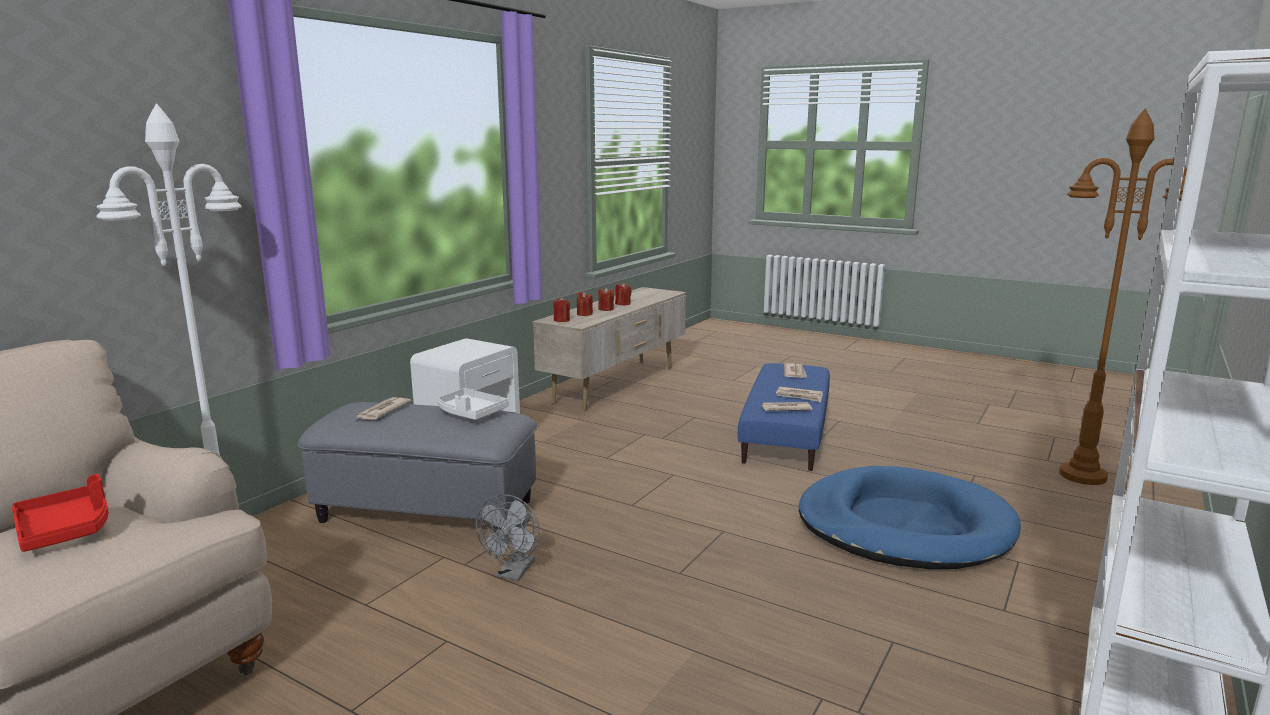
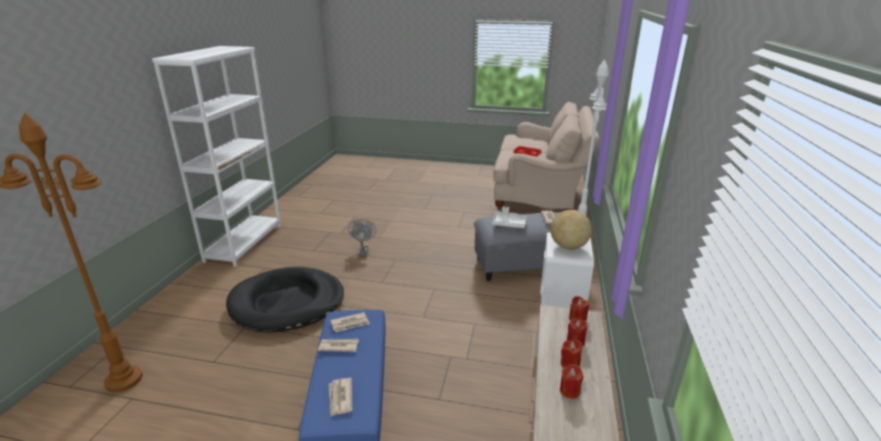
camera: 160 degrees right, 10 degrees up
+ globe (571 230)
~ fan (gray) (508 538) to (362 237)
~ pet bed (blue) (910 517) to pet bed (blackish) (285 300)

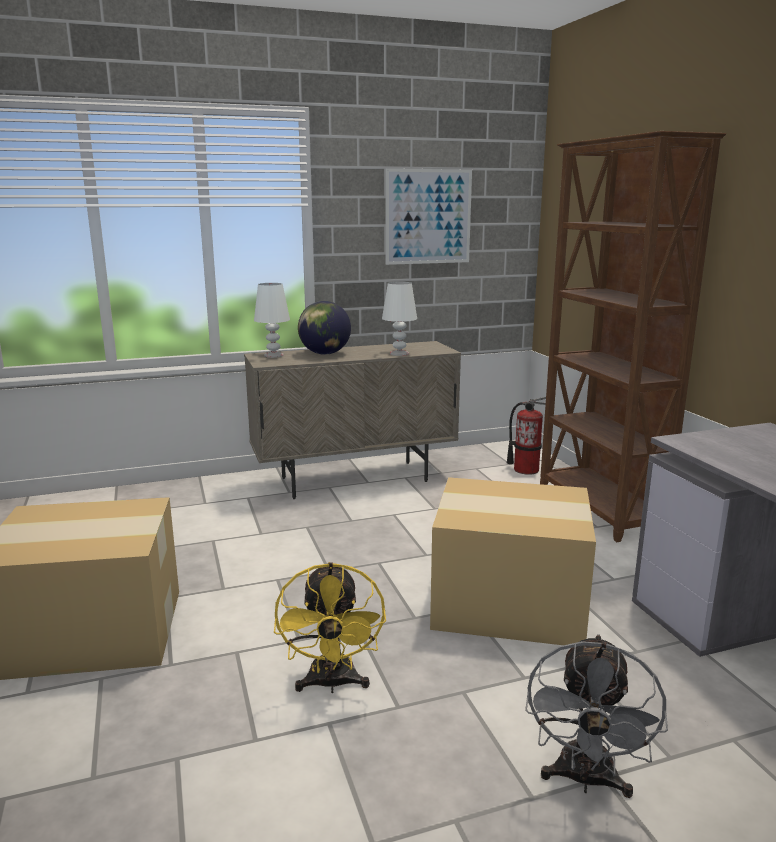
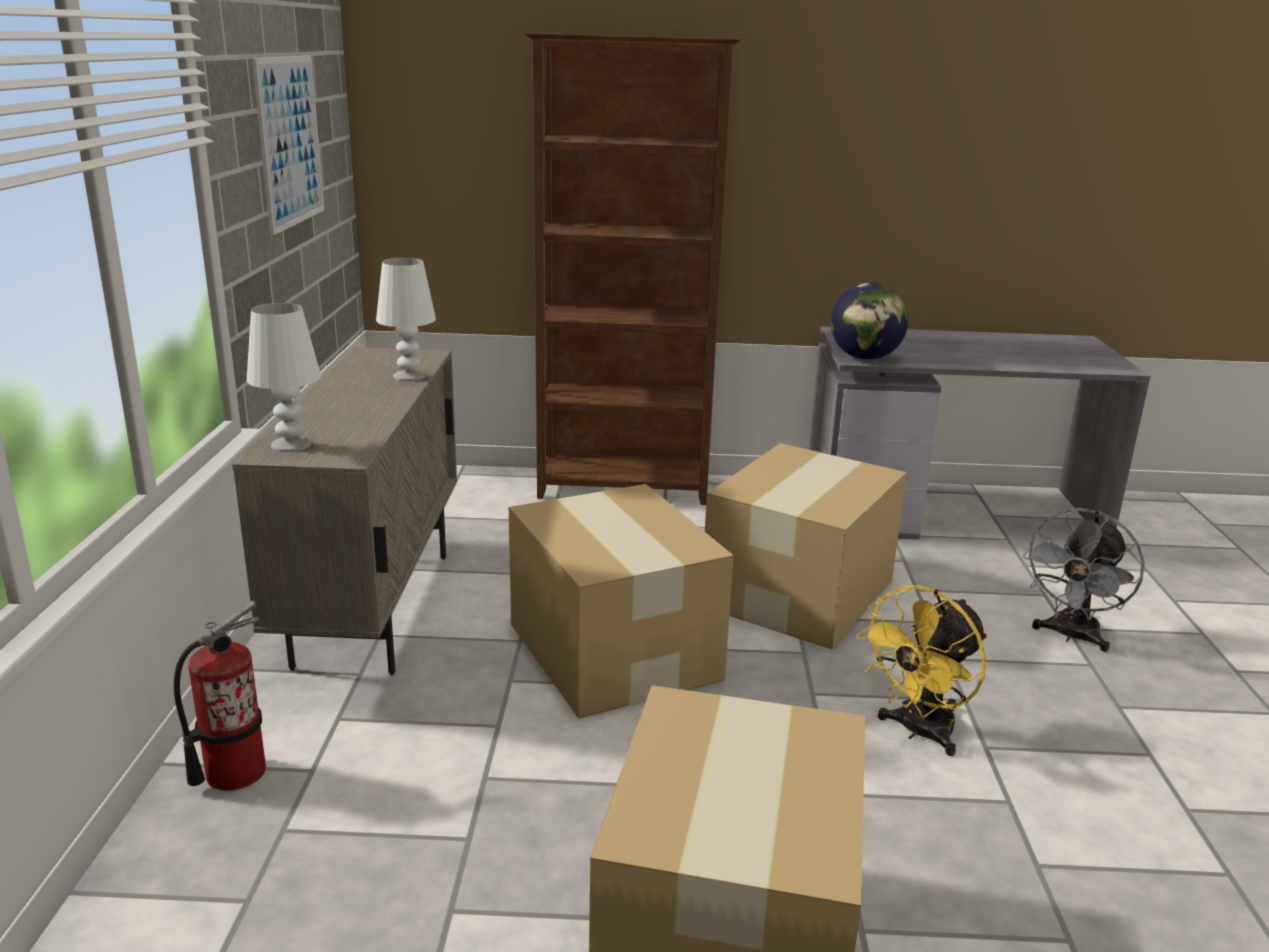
camera: 70 degrees left, 5 degrees up
+ carton (621 601)
~ globe (324 328) to (869 321)
~ fire extinguisher (526 436) to (220 696)
~ fan (yellowish) (330 627) = (921 670) 120 degrees clockwise
~ fan (gray) (596 716) = (1084 580) 90 degrees clockwise

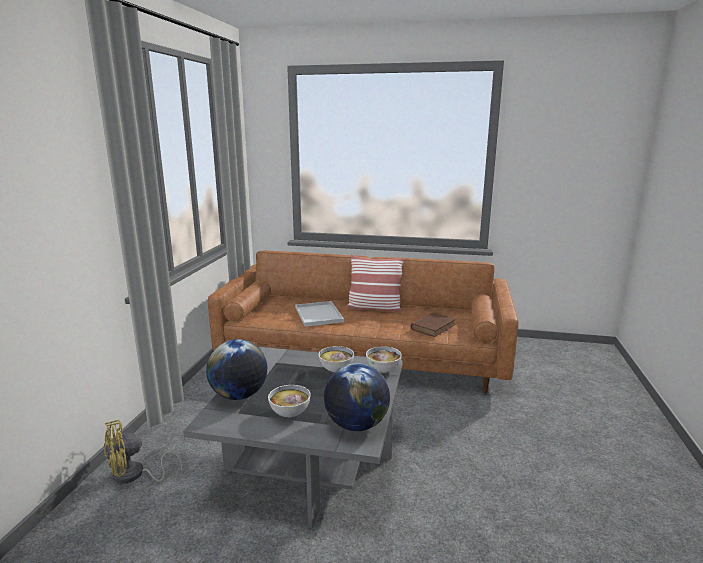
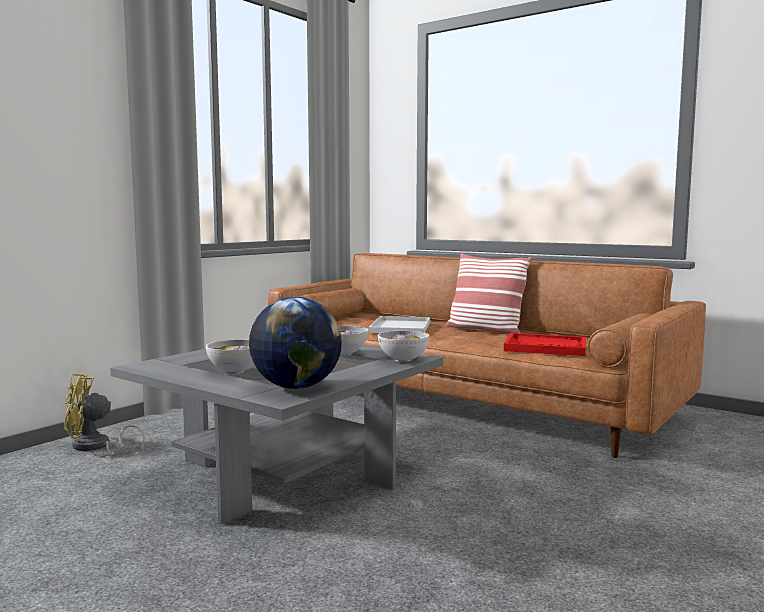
camera: 25 degrees right, 10 degrees down
- globe (236 369)
~ book (brown) (433 324) to serving tray (reddish) (545 344)

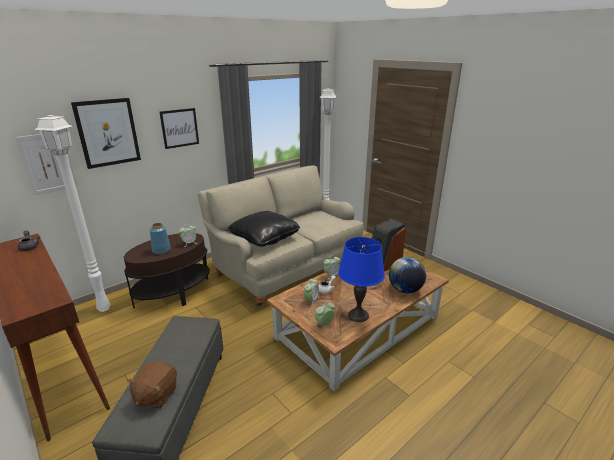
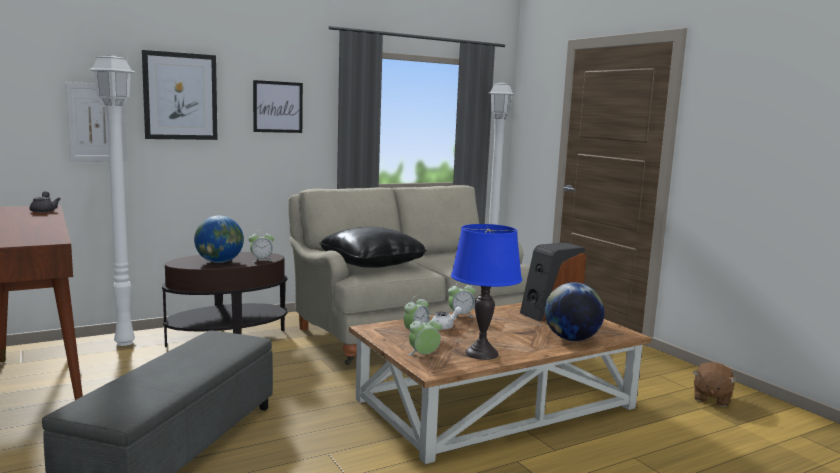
camera: 10 degrees right, 15 degrees down
~ soft toy (brown) (152 385) to (715 384)
~ vase (blue) (160 238) to globe (219 239)

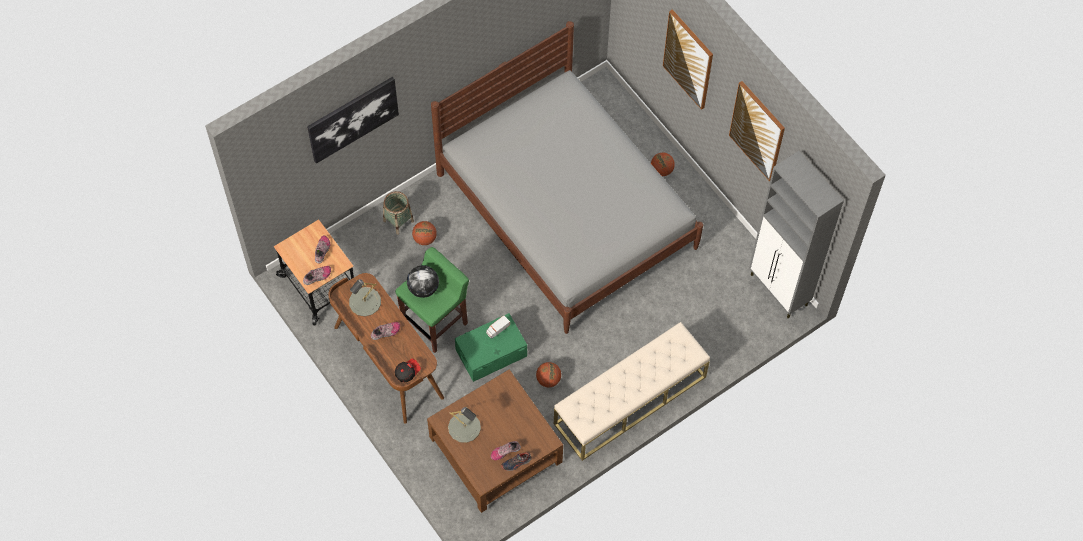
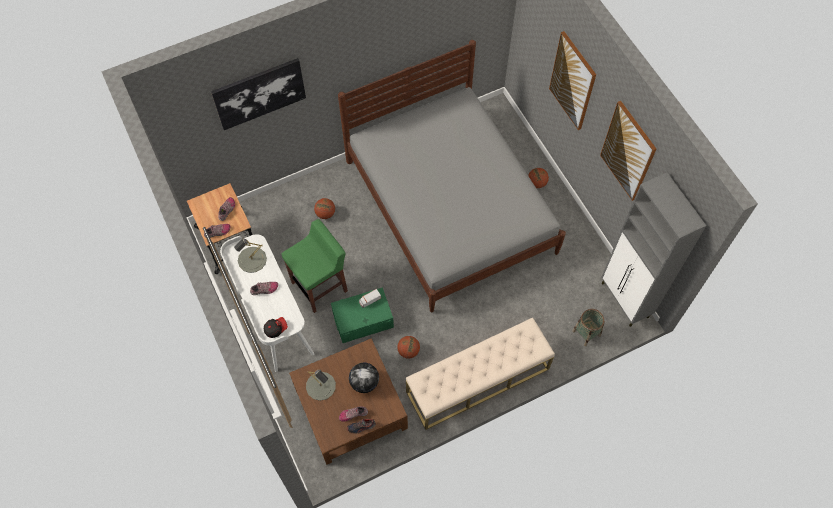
camera: 10 degrees right, 0 degrees up
~ storage basket (398 213) to (588 327)
~ globe (423 281) to (364 378)
~ desk unit (brown) (386 348) to desk unit (whitish) (267 303)

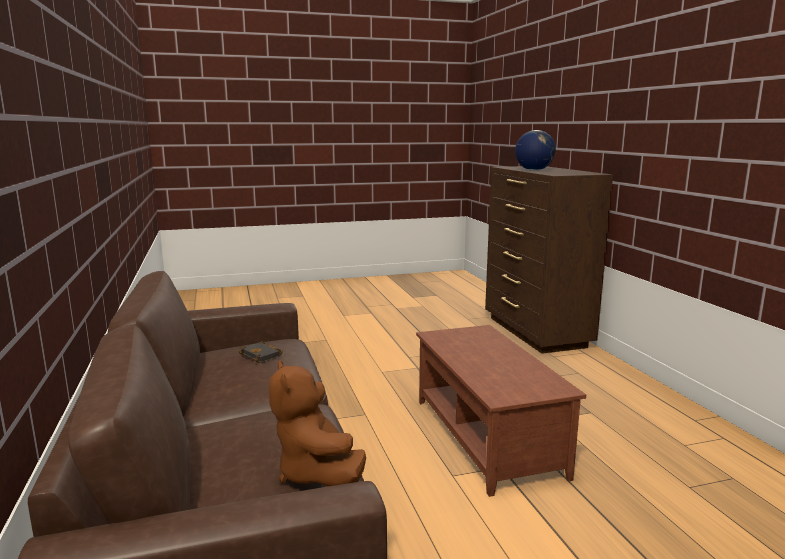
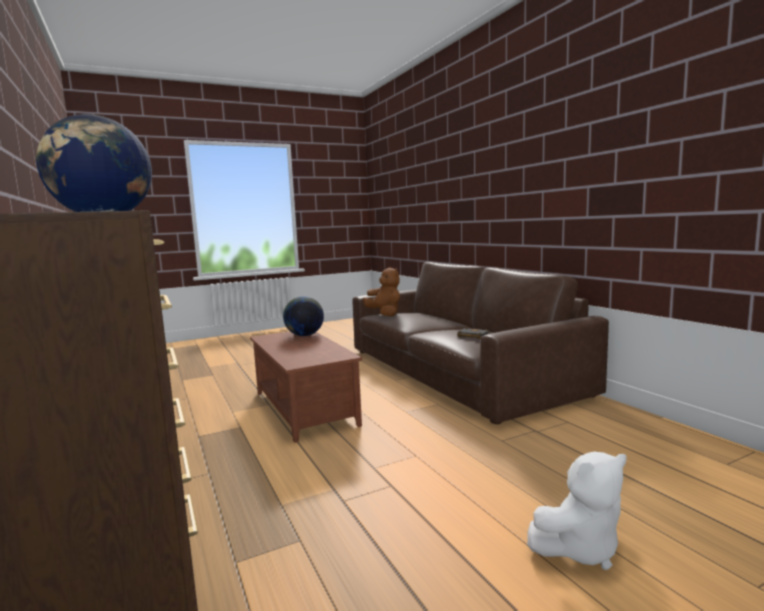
camera: 170 degrees right, 5 degrees down
+ globe (303 316)
+ soft toy (whitish) (576 511)

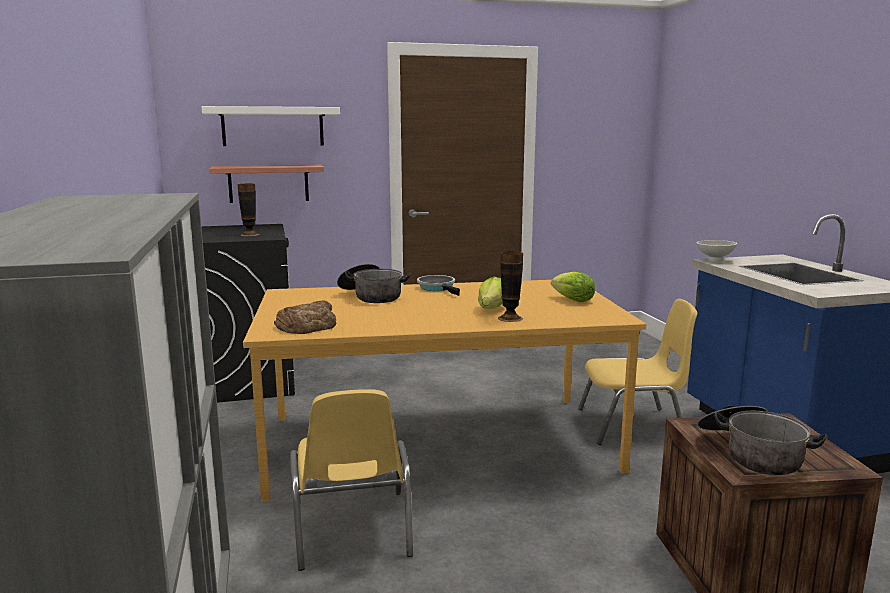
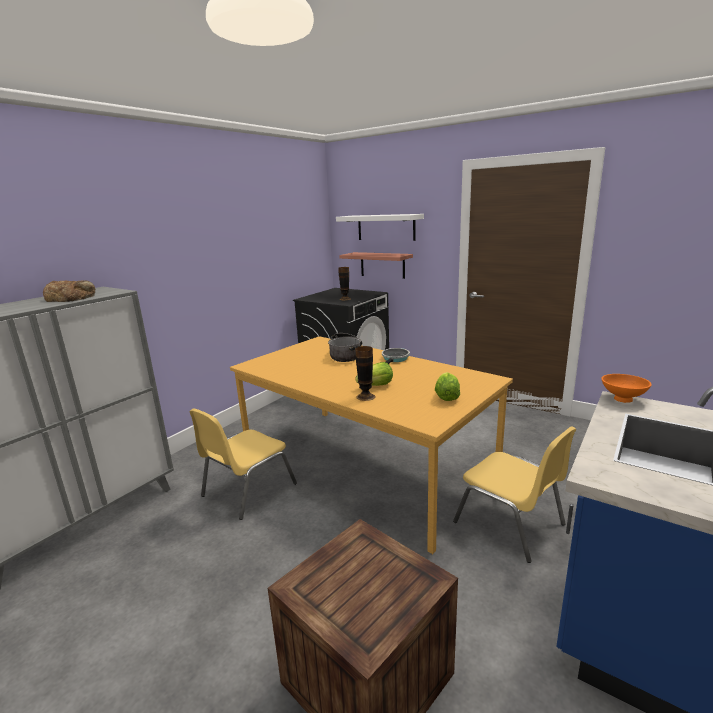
camera: 50 degrees right, 5 degrees up
- cooking pot (762 440)
~ bread (305 317) to (69 291)
~ bowl (whitish) (716 251) to bowl (orange) (626 388)

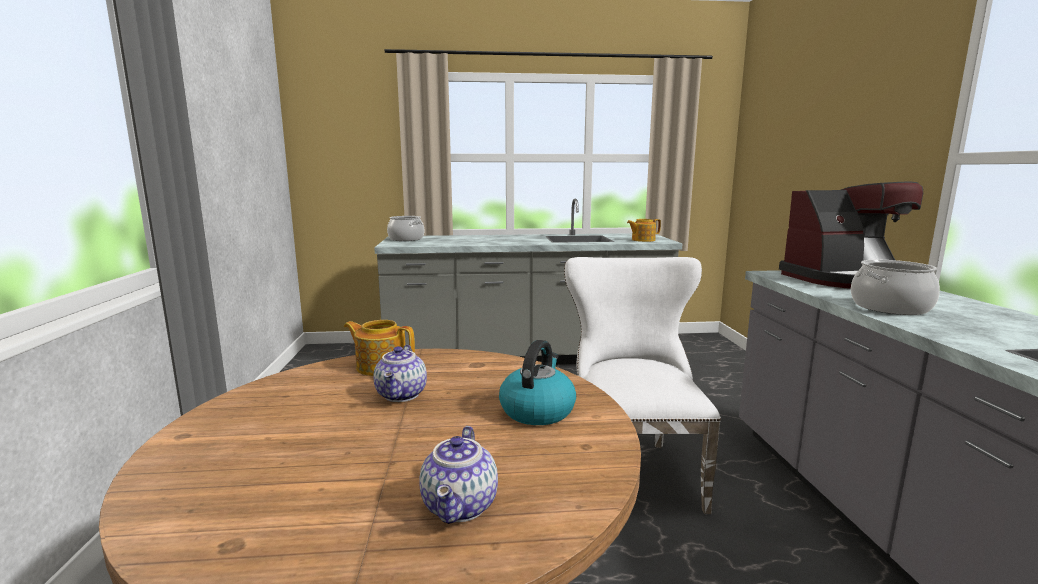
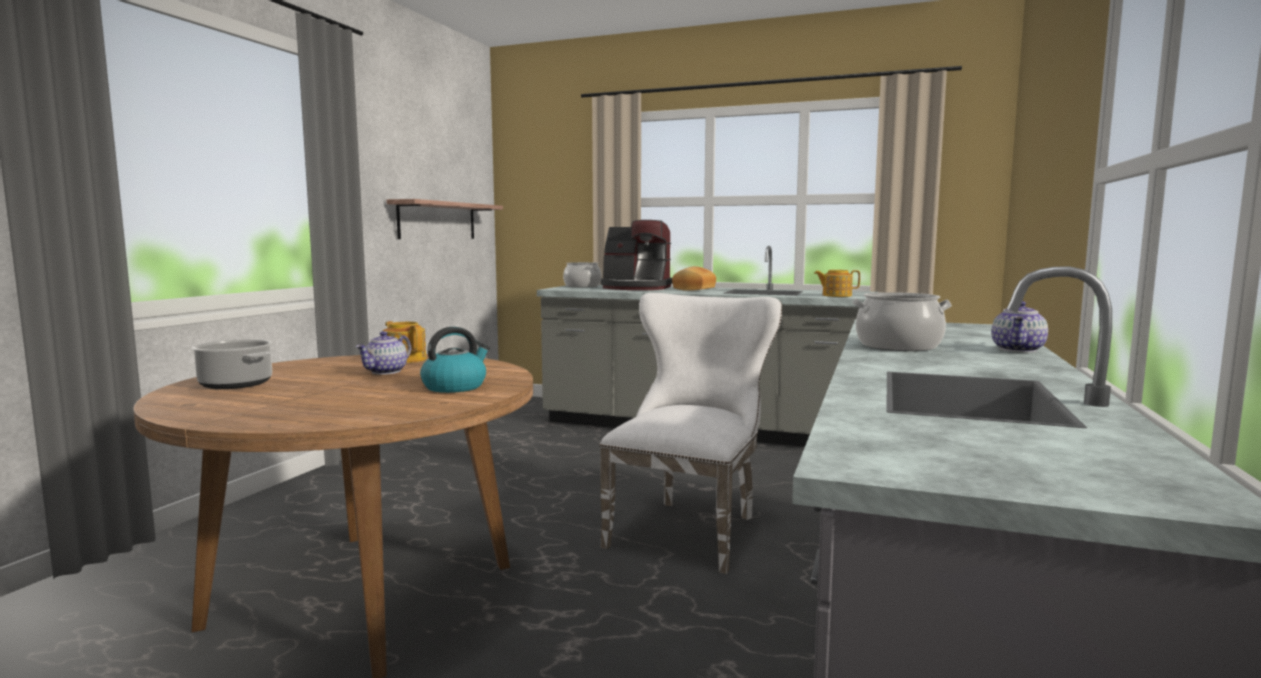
camera: 25 degrees right, 5 degrees down
+ cooking pot (232 364)
+ wall shelf (444 219)
+ bread (694 278)
~ teapot (458 475) to (1019 327)
~ coffee brewer (851 235) to (636 255)

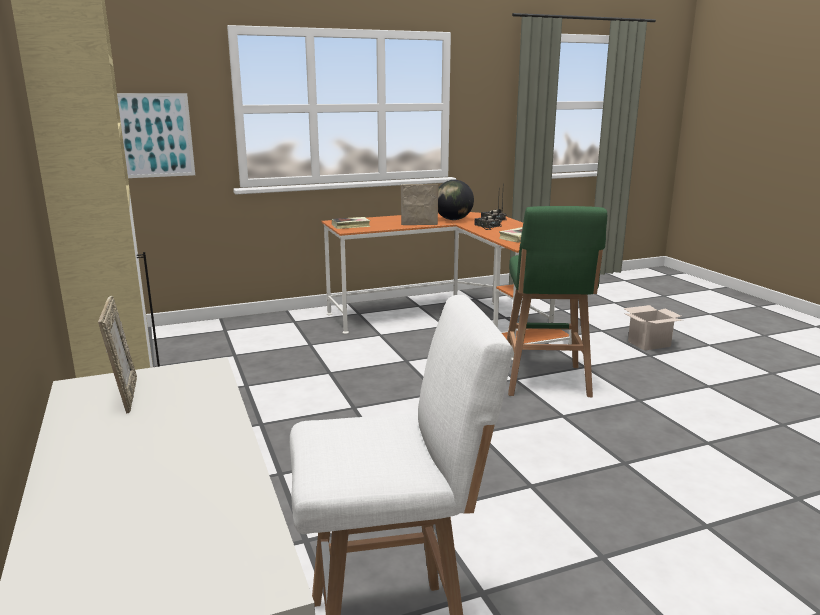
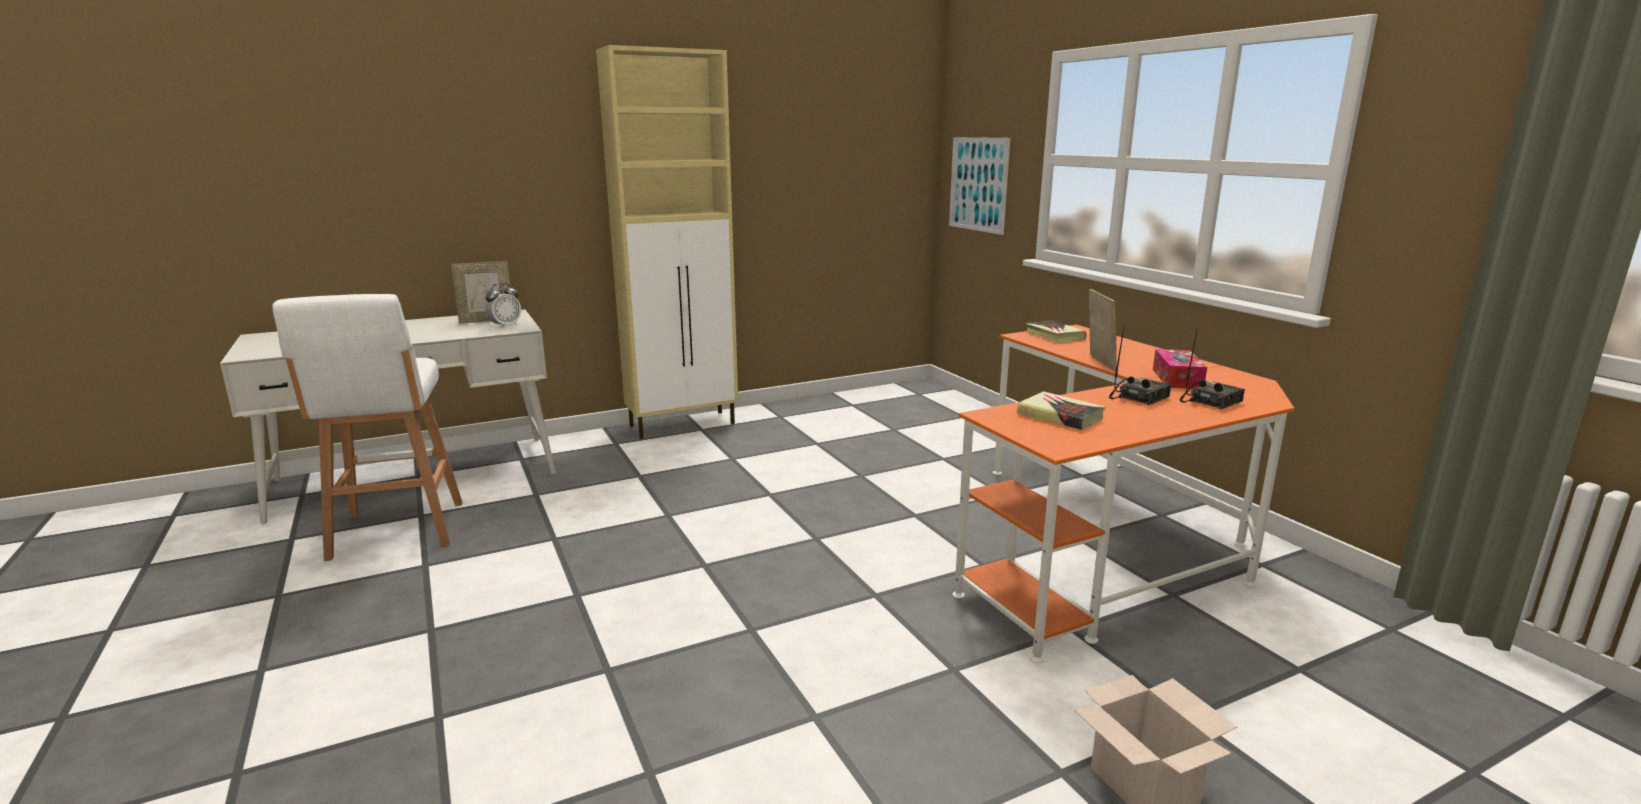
camera: 85 degrees right, 0 degrees up
- stool (green) (557 301)
+ table clock (503 306)
~ globe (456 200) to tissue holder (1180 369)

